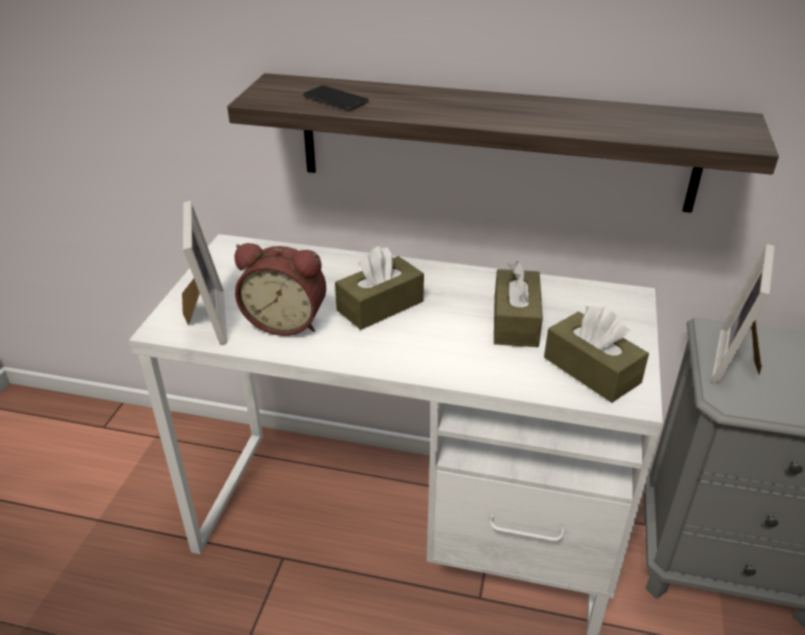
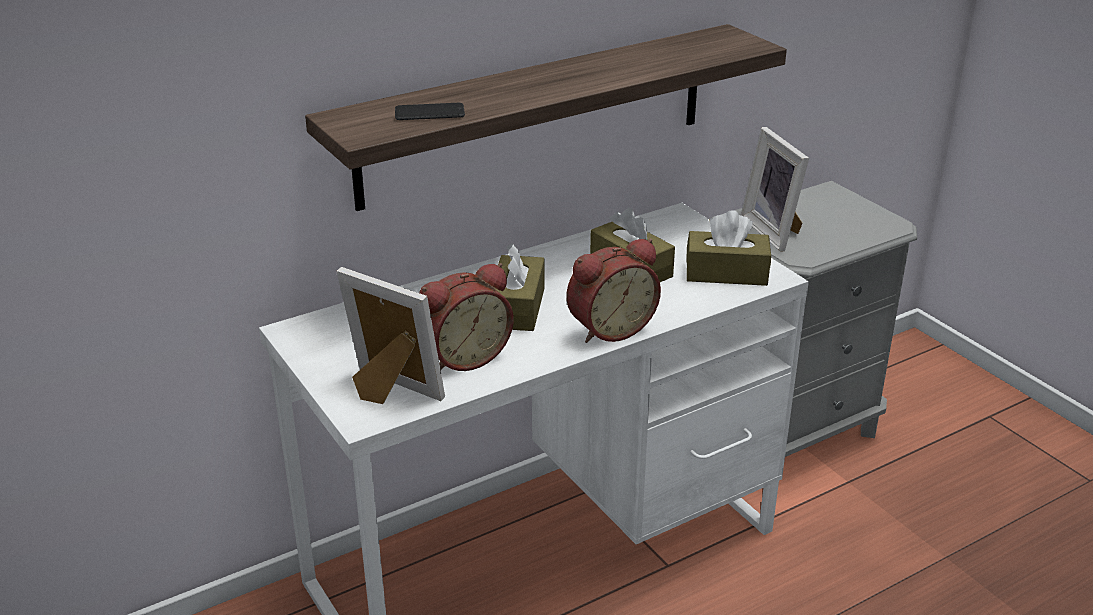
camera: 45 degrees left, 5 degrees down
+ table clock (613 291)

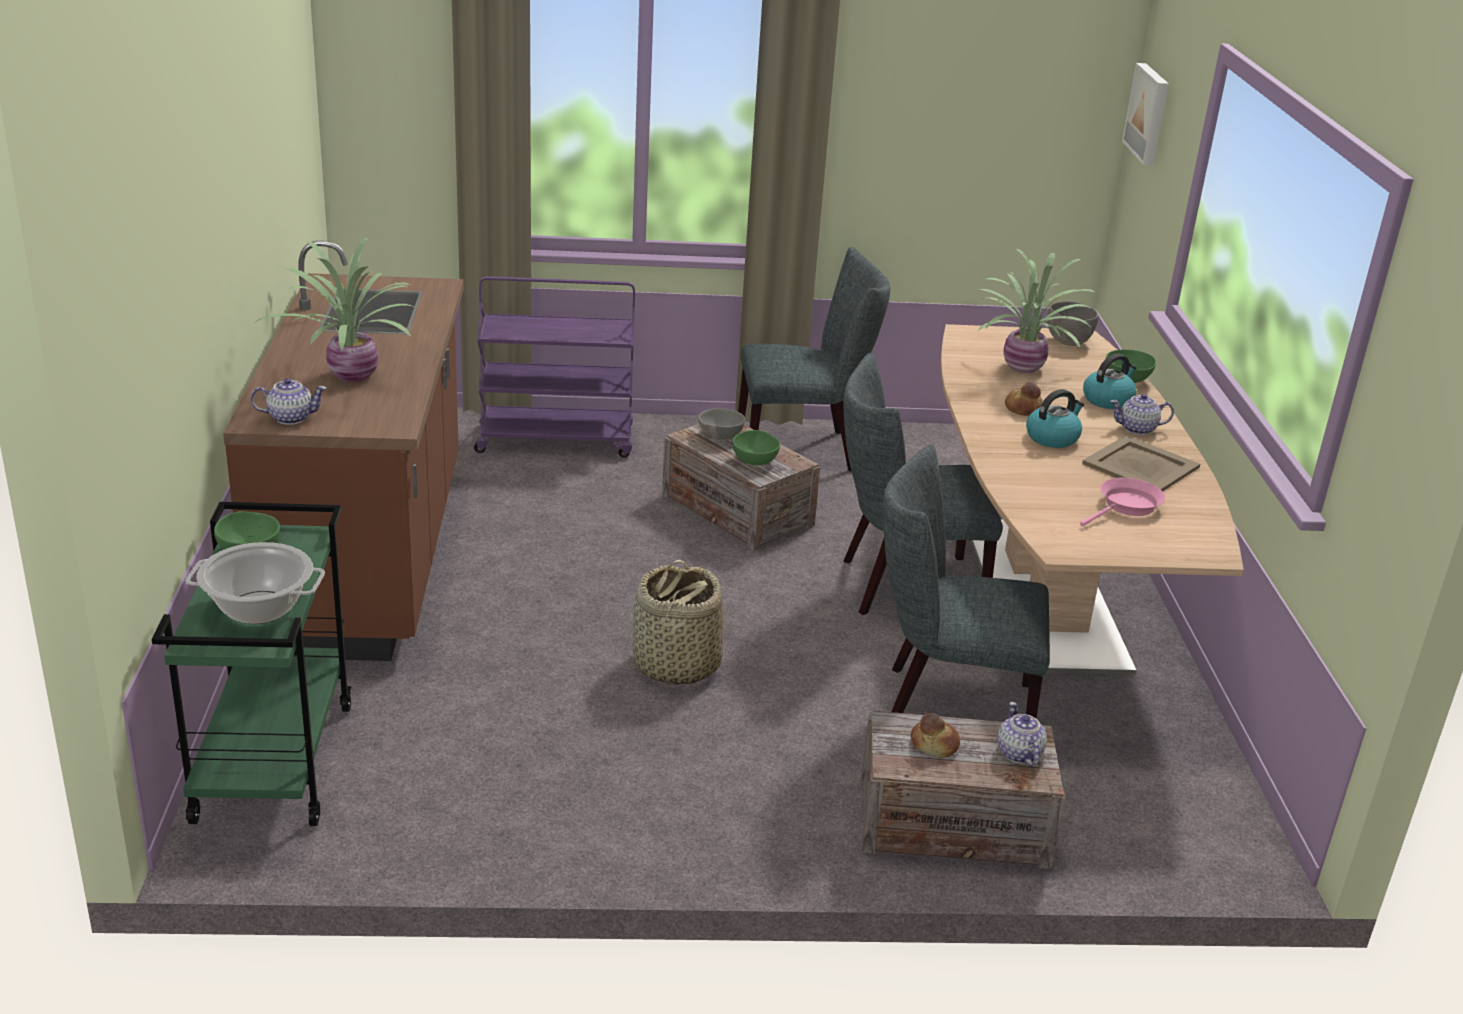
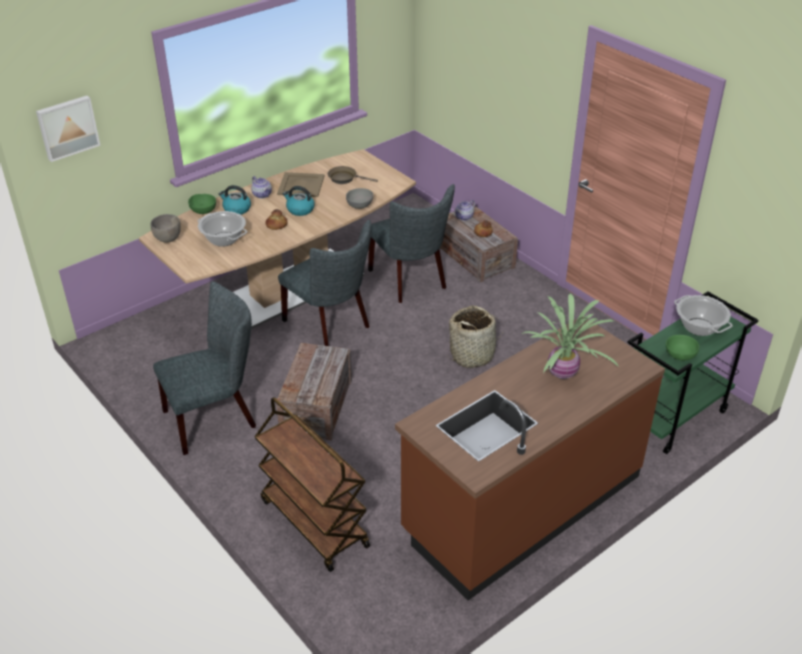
camera: 125 degrees left, 10 degrees up
- teapot (289 401)
- bowl (green) (756 447)
~ bowl (gray) (721 424) to (359 198)
~ houseplant (1036 311) to cooking pot (222 229)
~ cart (purplish) (554 367) to cart (brown) (312 484)
~ skillet (pinkish) (1122 502) to skillet (brown) (353 175)
~ chair (gray) (814 359) = (204 368) 105 degrees clockwise

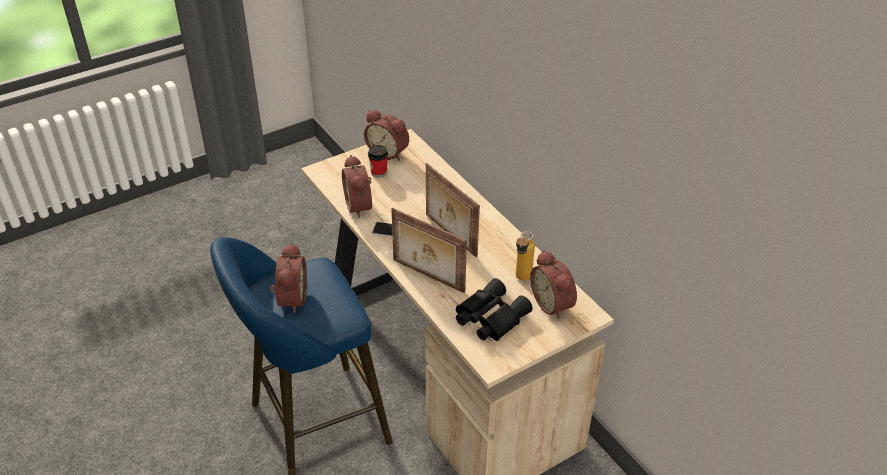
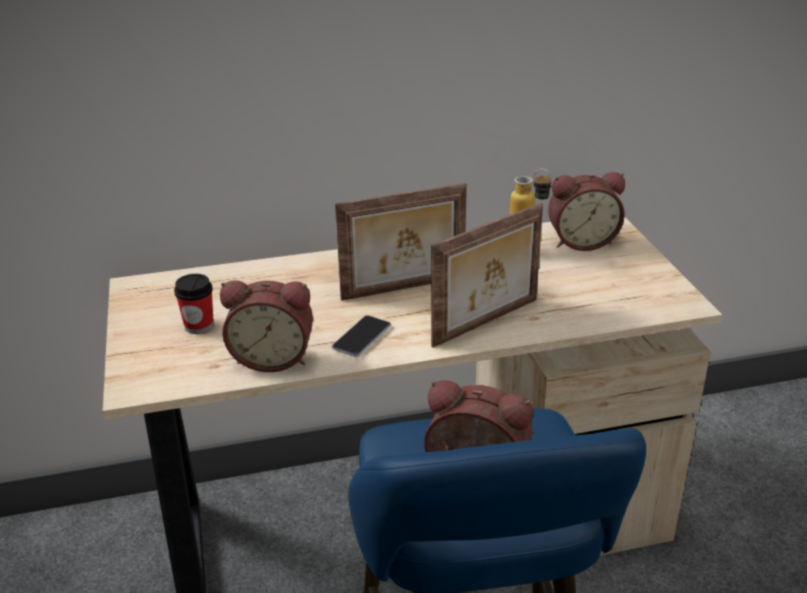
camera: 70 degrees left, 10 degrees down
- table clock (386 135)
- binoculars (blackish) (494 309)

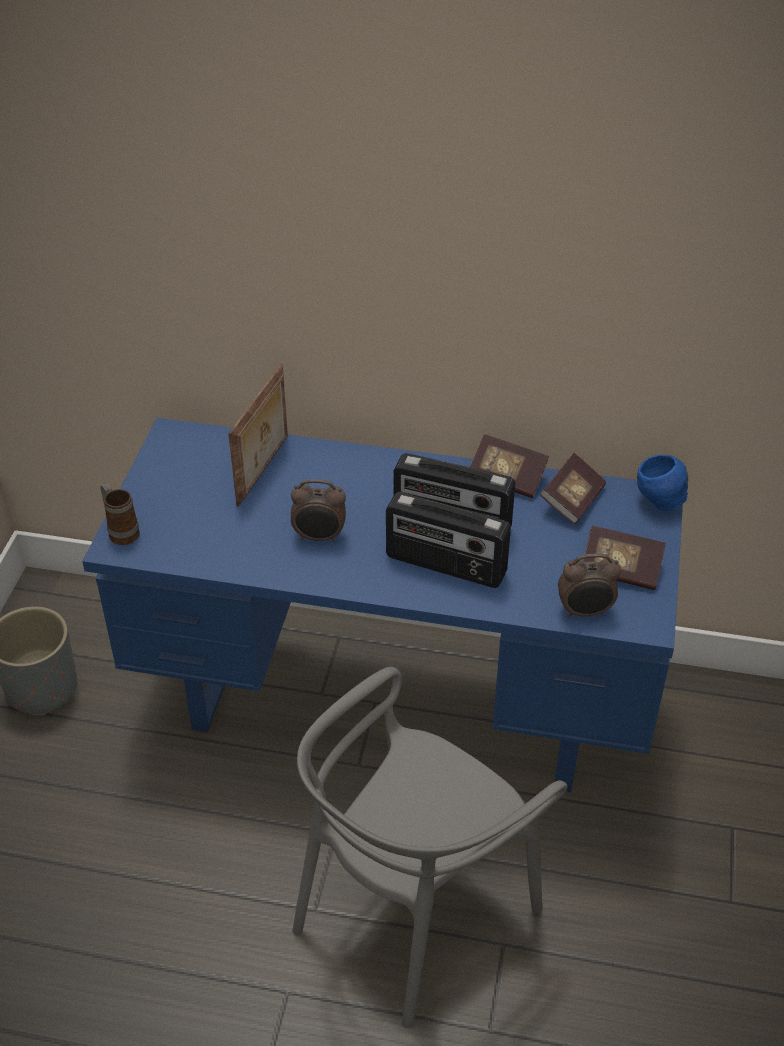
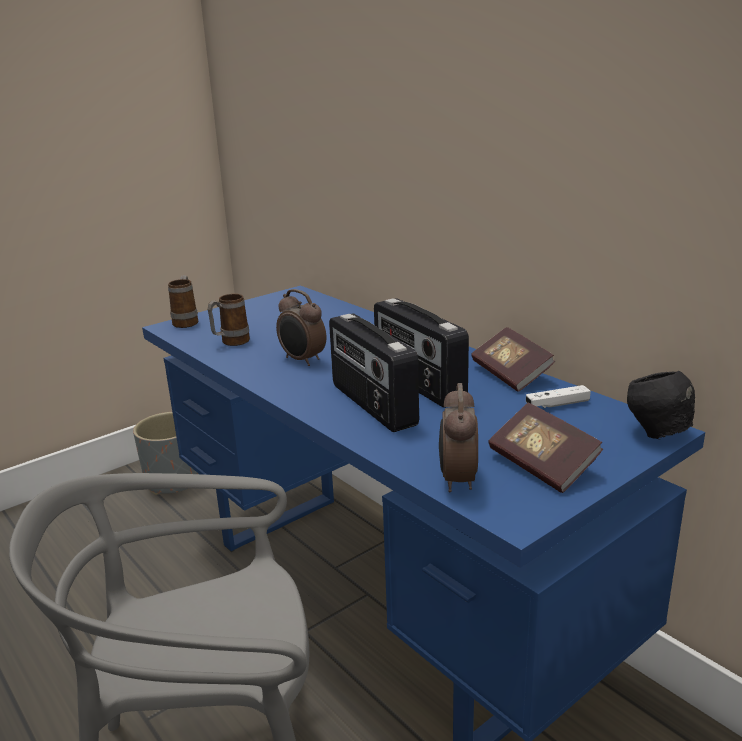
camera: 40 degrees right, 20 degrees down
- photo frame (258 435)
+ coffee mug (228 320)
~ book (573 488) to game controller (whitish) (558 396)
~ bowl (blue) (662 483) to bowl (blackish) (661 405)
~ table clock (589 586) = (458 437) 60 degrees clockwise

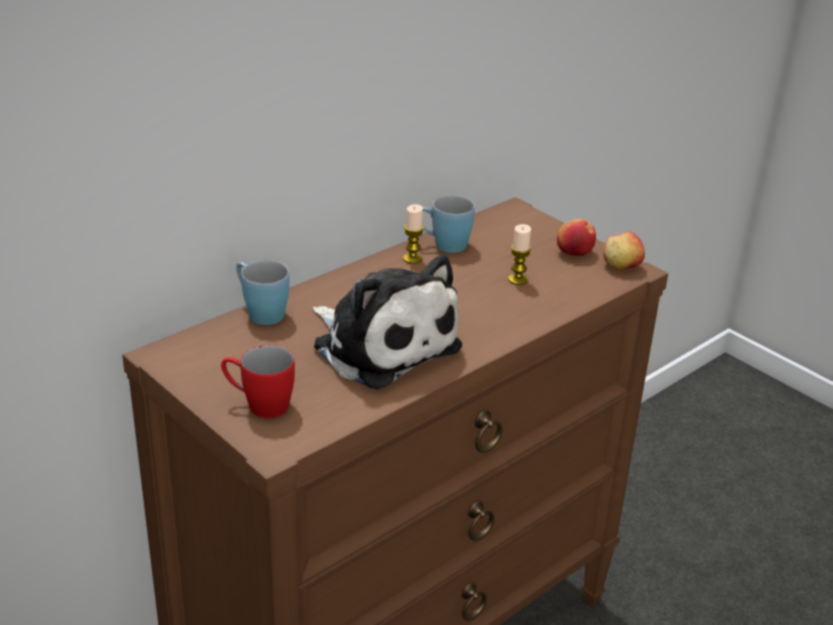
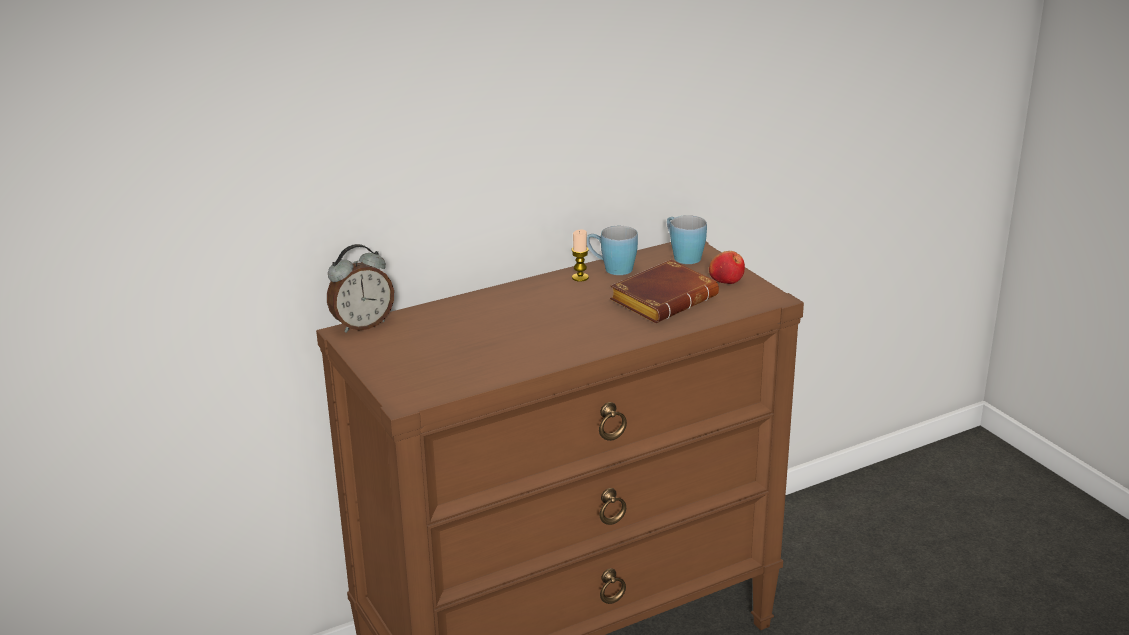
camera: 15 degrees right, 5 degrees down
- coffee mug (reddish) (258 381)
- soft toy (387 322)
- apple fruit (624 250)
+ table clock (360 288)
~ coffee mug (blue) (262 292) to (687 239)
~ candle (519 254) to book (brown) (664 291)

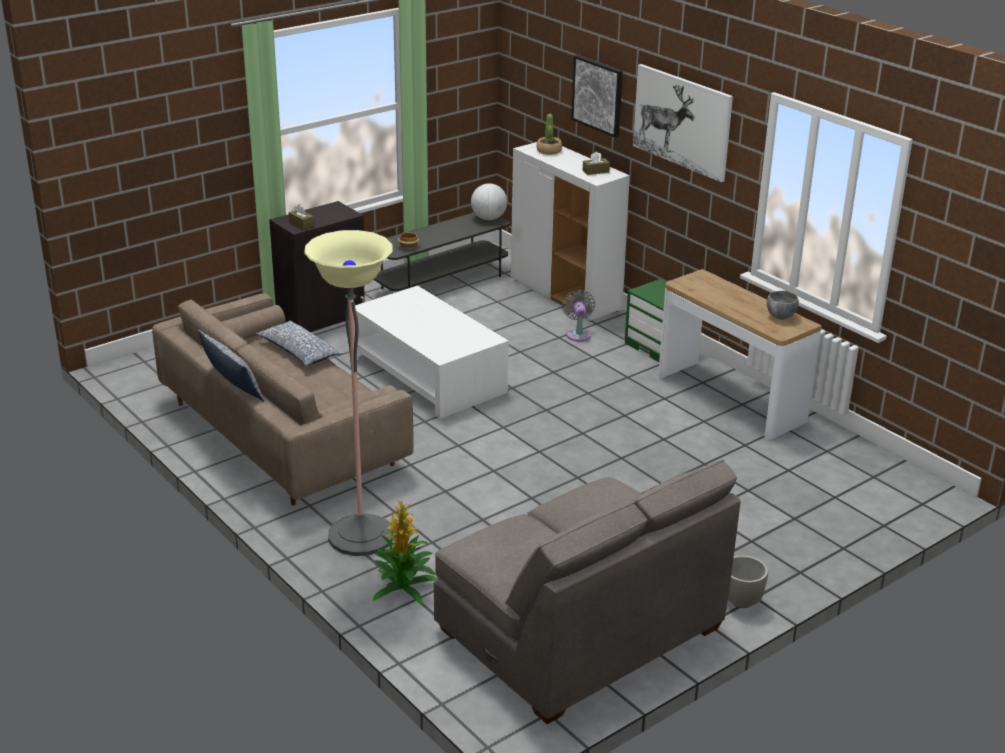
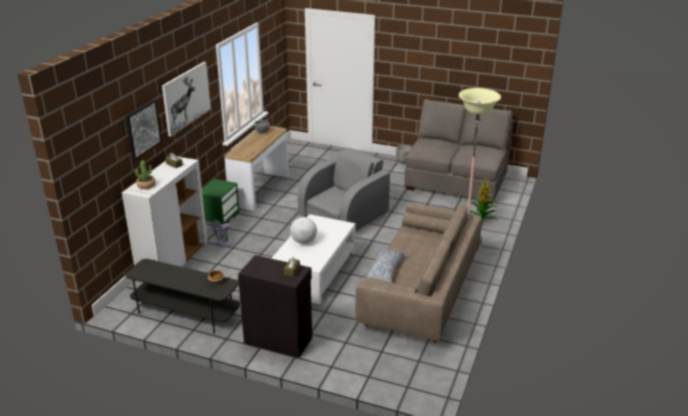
camera: 120 degrees left, 0 degrees up
- cushion (231 366)
+ armchair (gray) (344 189)
~ globe (489 201) to (303 230)

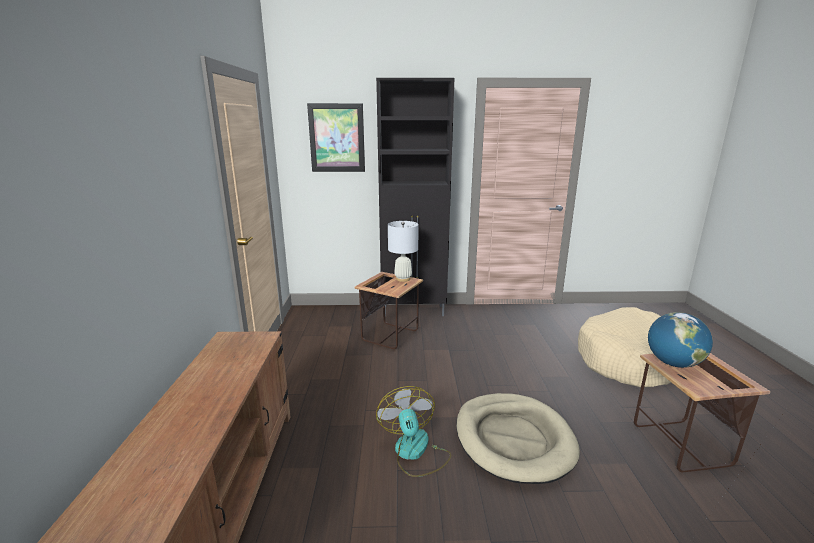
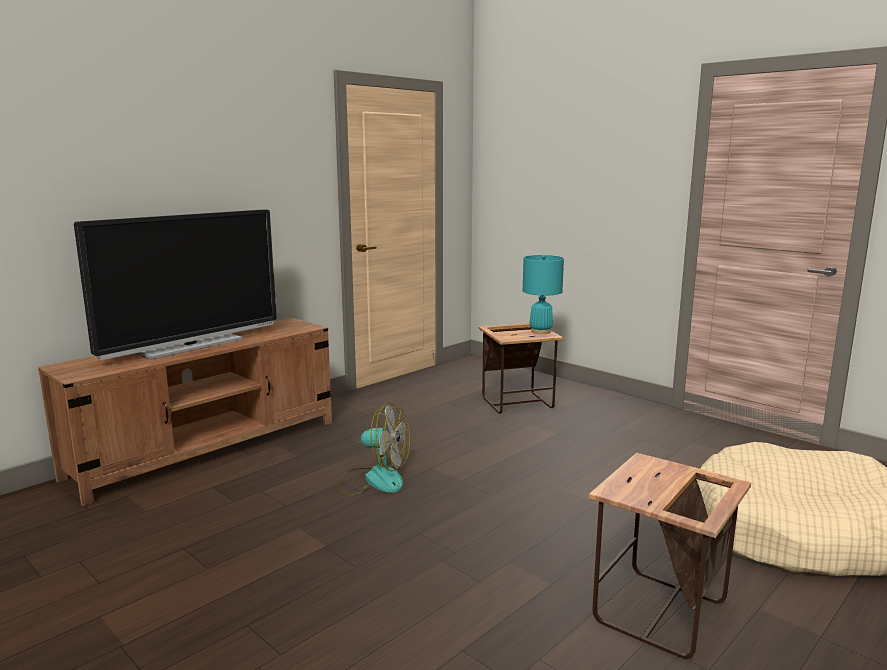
camera: 45 degrees right, 5 degrees down
- picture (336 137)
- cabinet (blackish) (415 197)
- pet bed (sand-coloured) (518 438)
- globe (680 340)
+ TV set (175 284)
~ tabletop lamp (whitish) (403 251) to tabletop lamp (blue-green) (543 294)
~ fan (413 431) = (374 449) 75 degrees clockwise

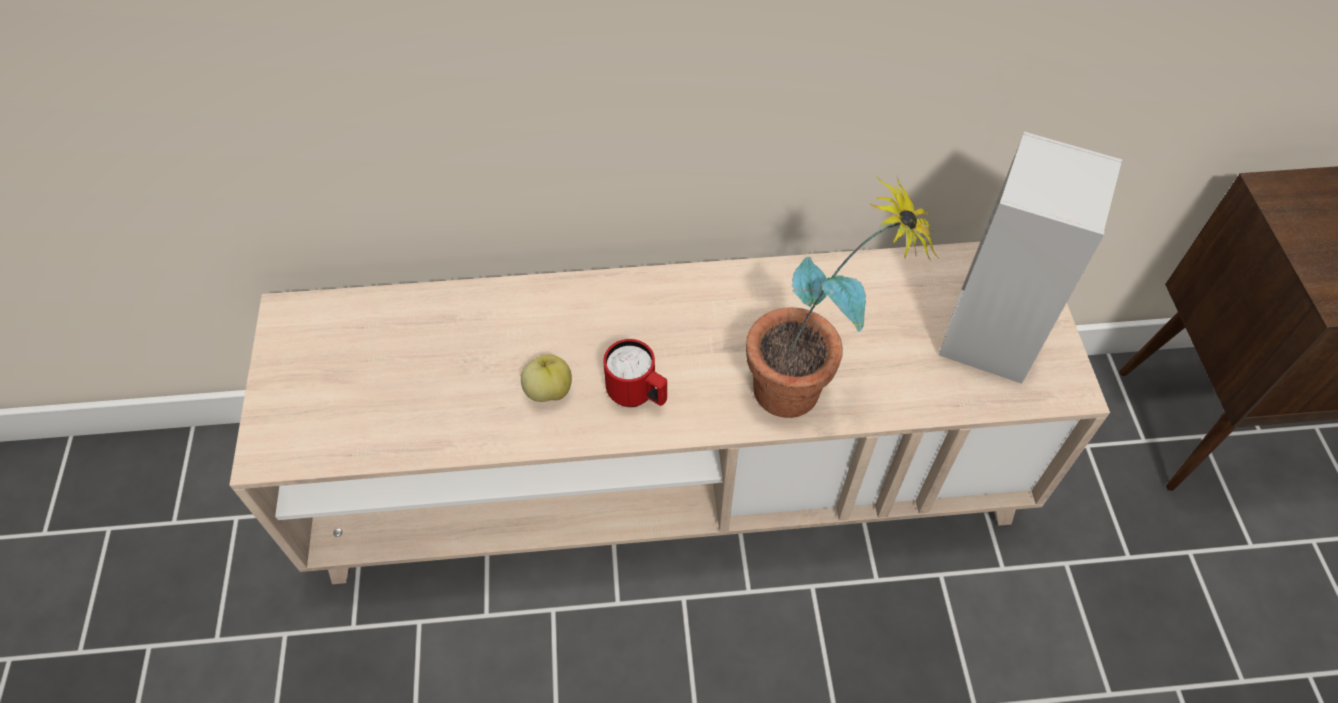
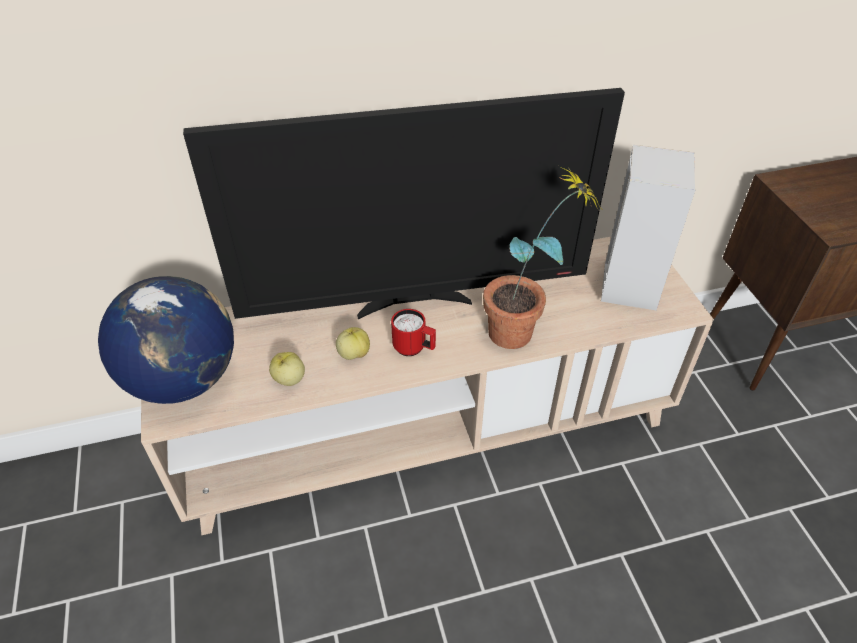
camera: 10 degrees left, 10 degrees down
+ globe (166 340)
+ TV set (404 203)
+ apple fruit (287 369)

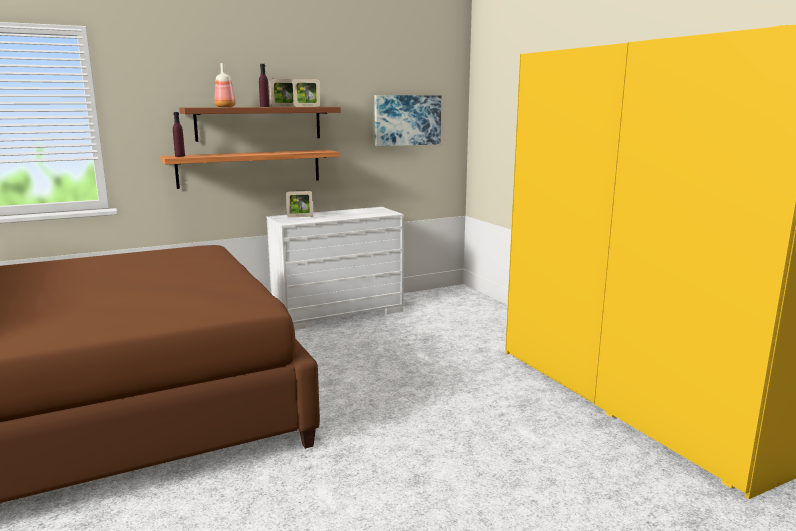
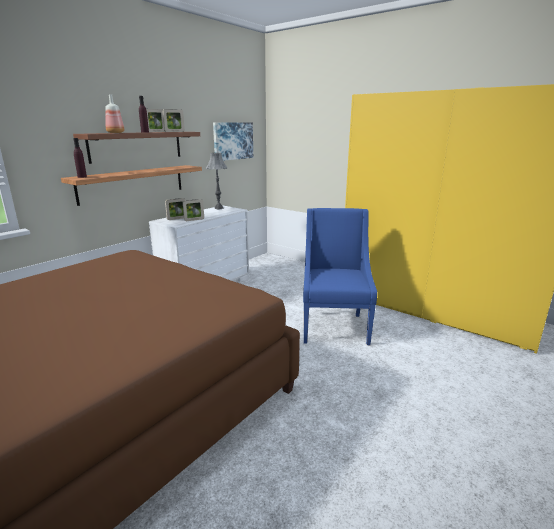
camera: 25 degrees left, 5 degrees up
+ photo frame (193 210)
+ tabletop lamp (gray) (216 181)
+ armchair (blue) (340 276)

